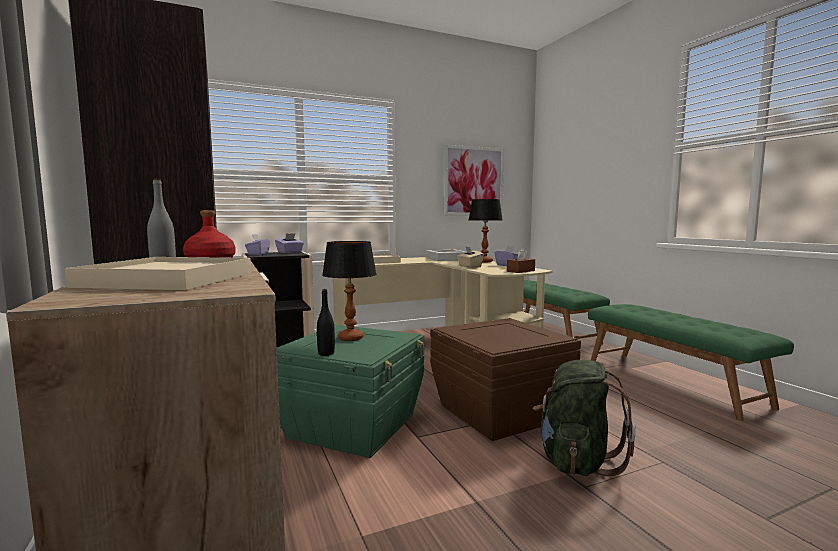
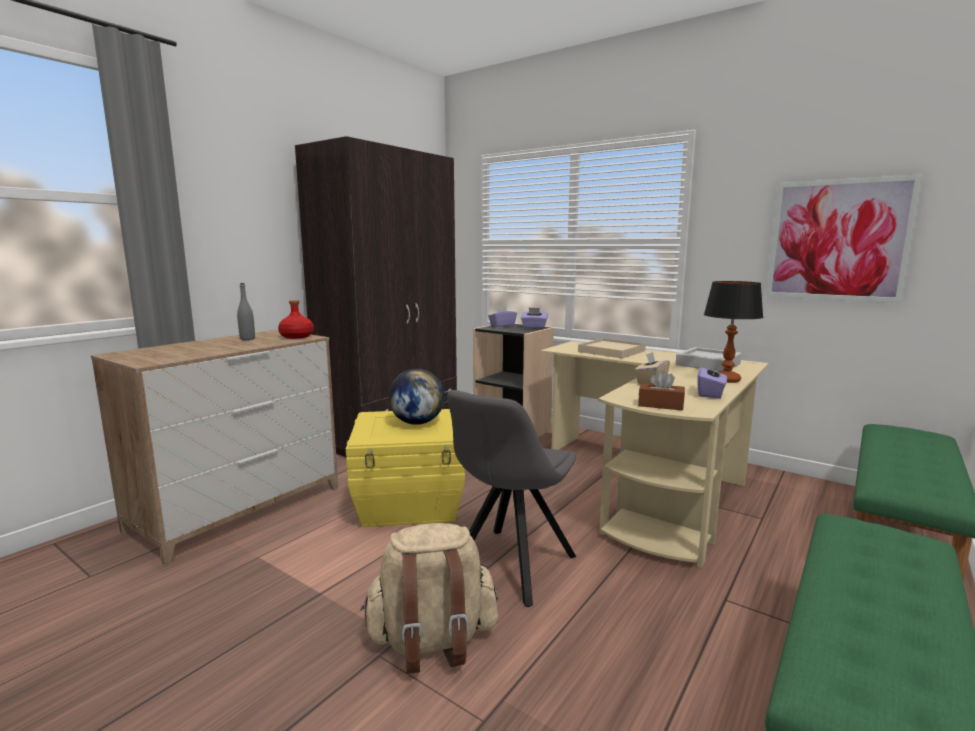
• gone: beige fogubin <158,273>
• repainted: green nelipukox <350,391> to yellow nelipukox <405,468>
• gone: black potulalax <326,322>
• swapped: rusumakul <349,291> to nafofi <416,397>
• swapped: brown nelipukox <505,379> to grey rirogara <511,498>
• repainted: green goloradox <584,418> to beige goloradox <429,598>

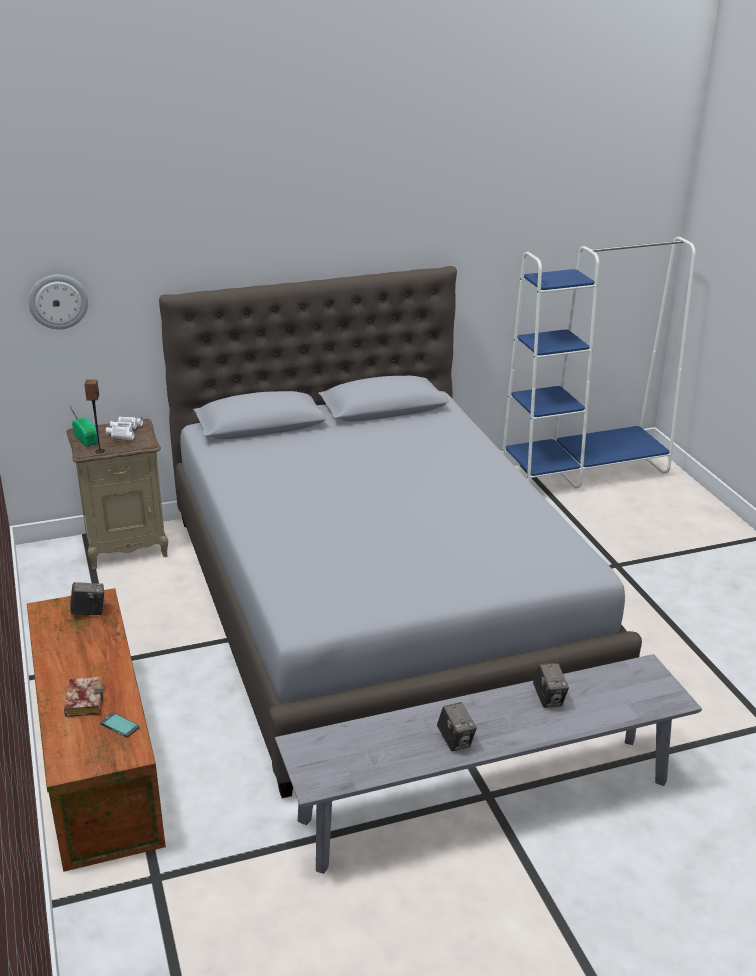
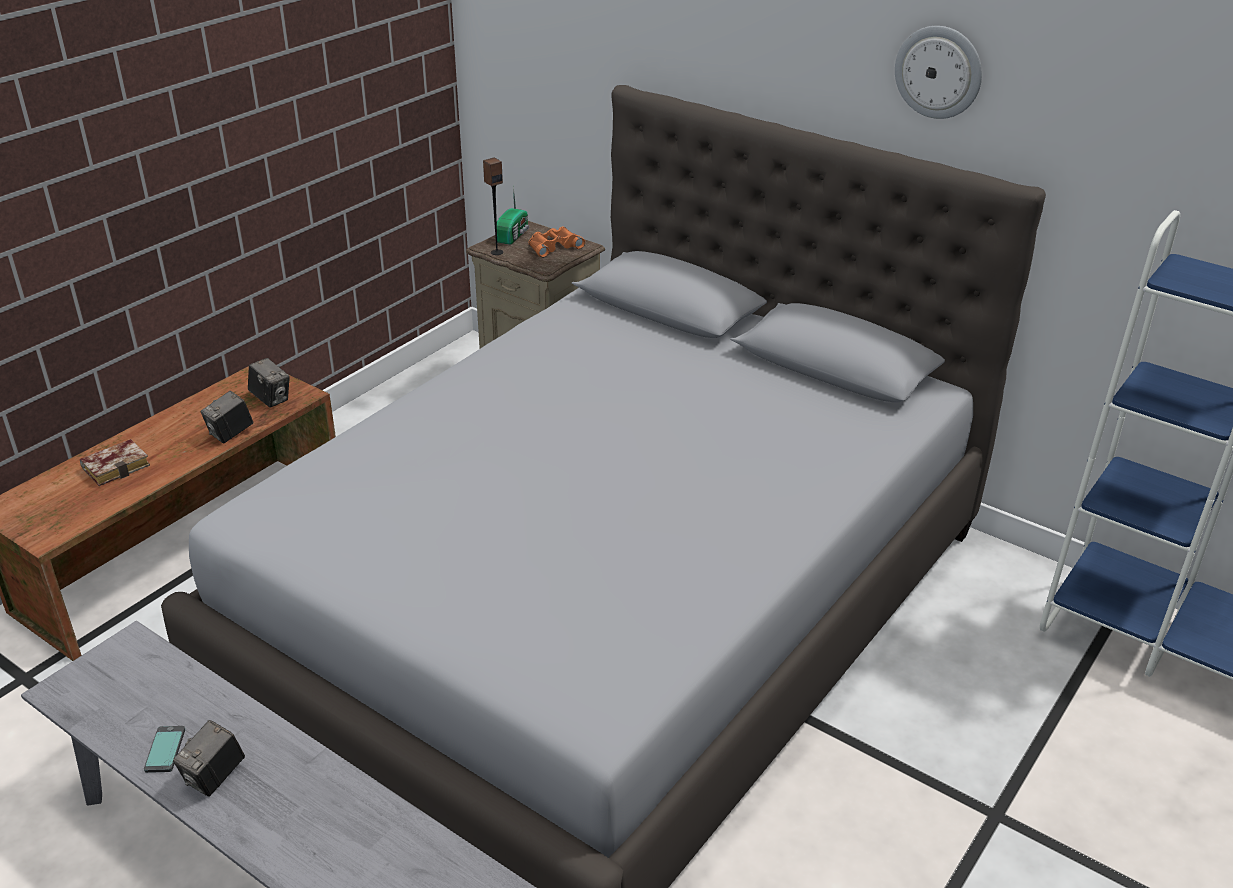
• shifted: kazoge <58,302> to <938,72>
• shifted: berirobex <120,725> to <164,749>
• repainted: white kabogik <124,428> to orange kabogik <557,242>
• shifted: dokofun <551,685> to <226,417>

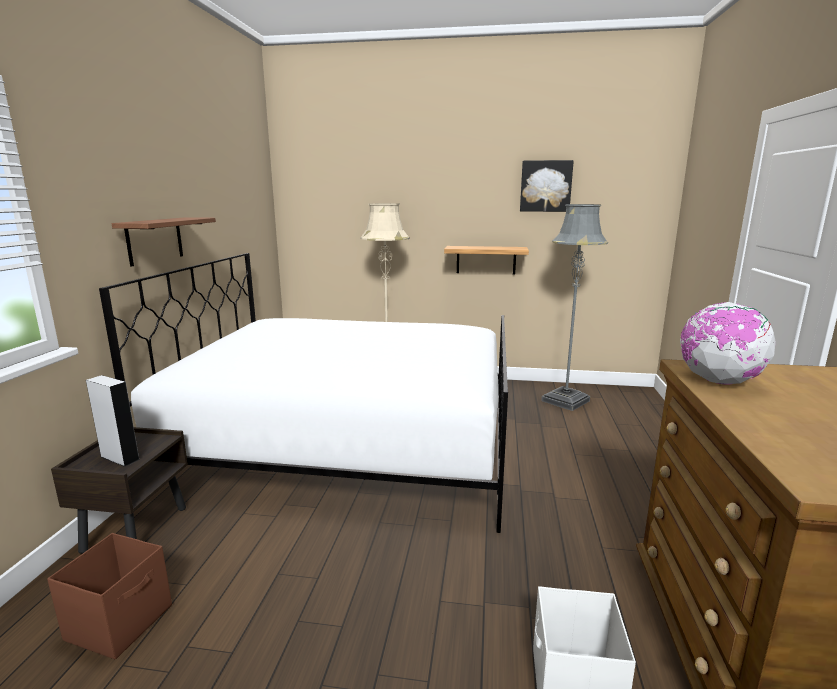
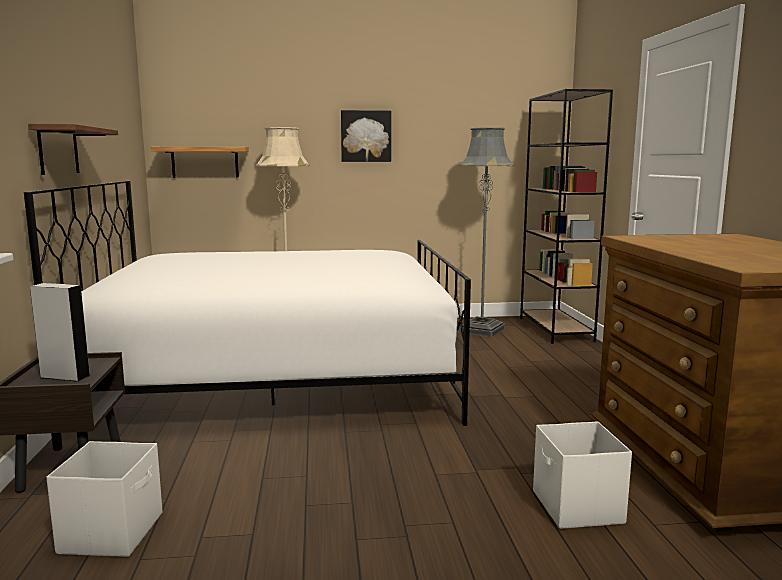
• repainted: brown nelipukox <109,596> to white nelipukox <104,499>
• shifted: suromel <486,260> to <200,162>
• shifted: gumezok <547,186> to <366,136>
• gone: nafofi <728,343>
• new: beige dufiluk <566,216>

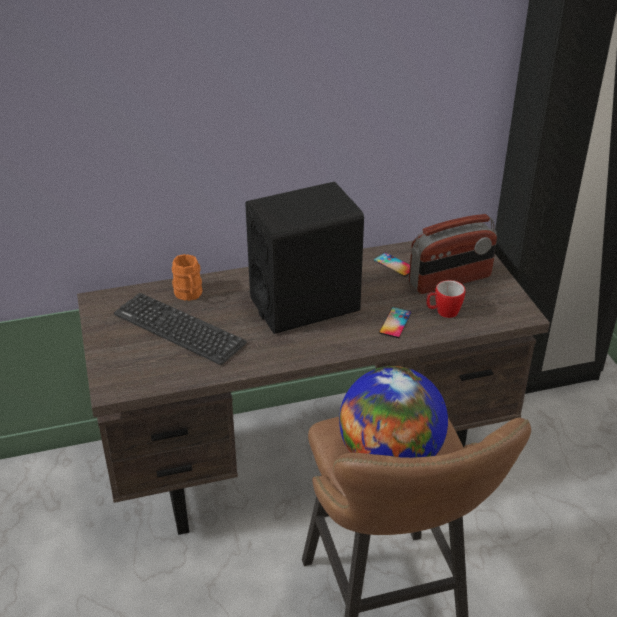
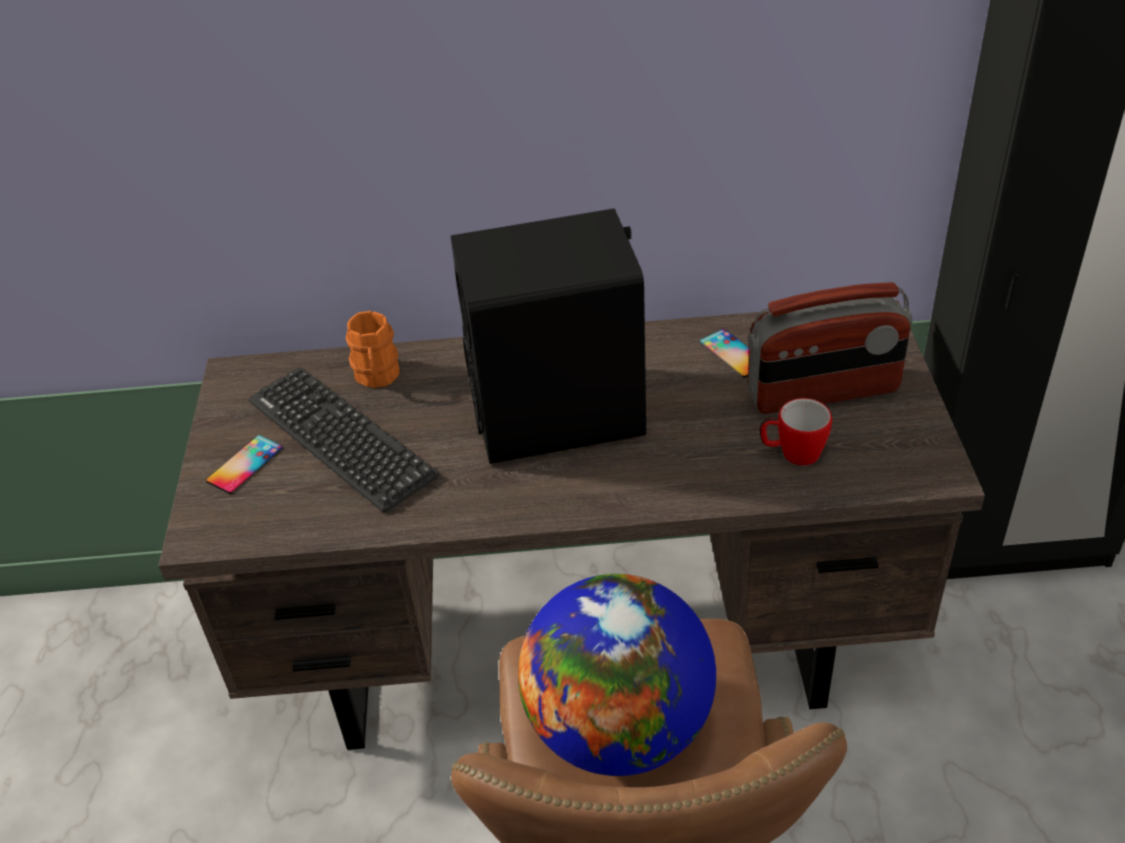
• shifted: berirobex <395,322> to <244,464>

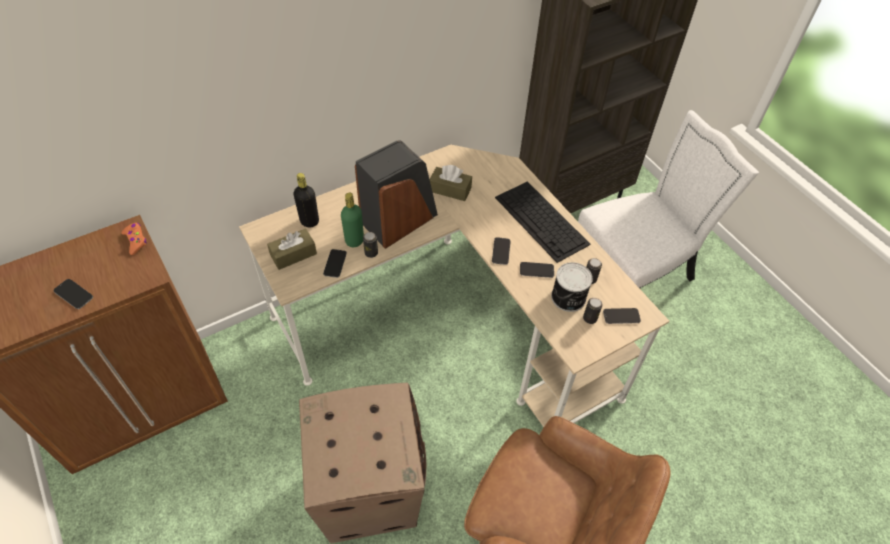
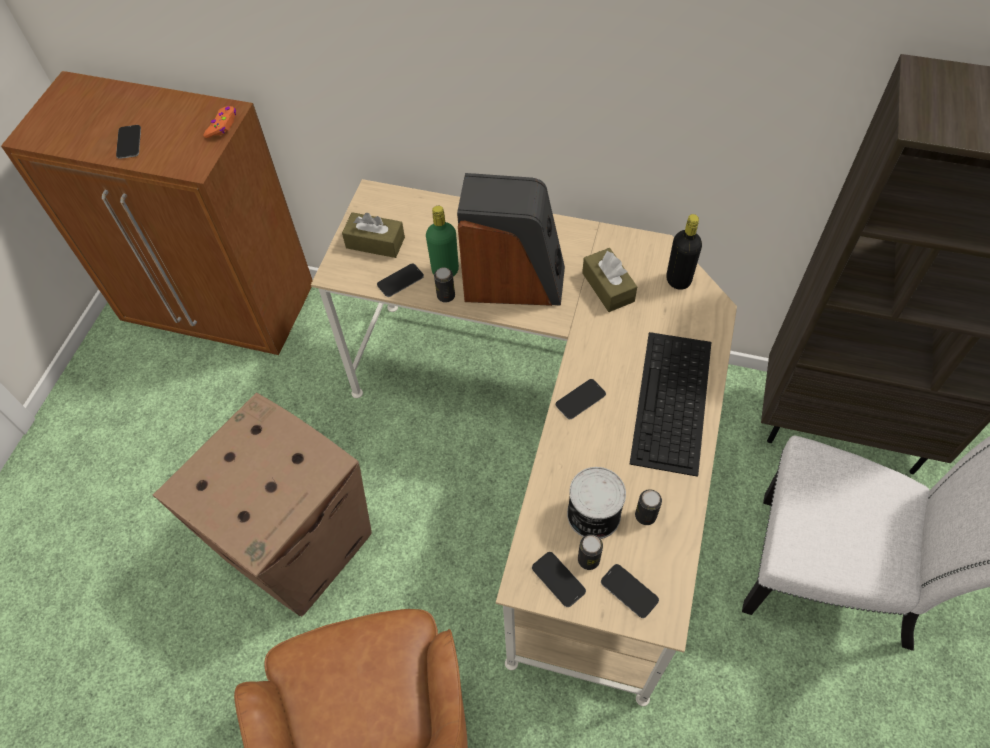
• shifted: black potulalax <306,200> to <684,252>
• shifted: berirobex <537,270> to <559,579>

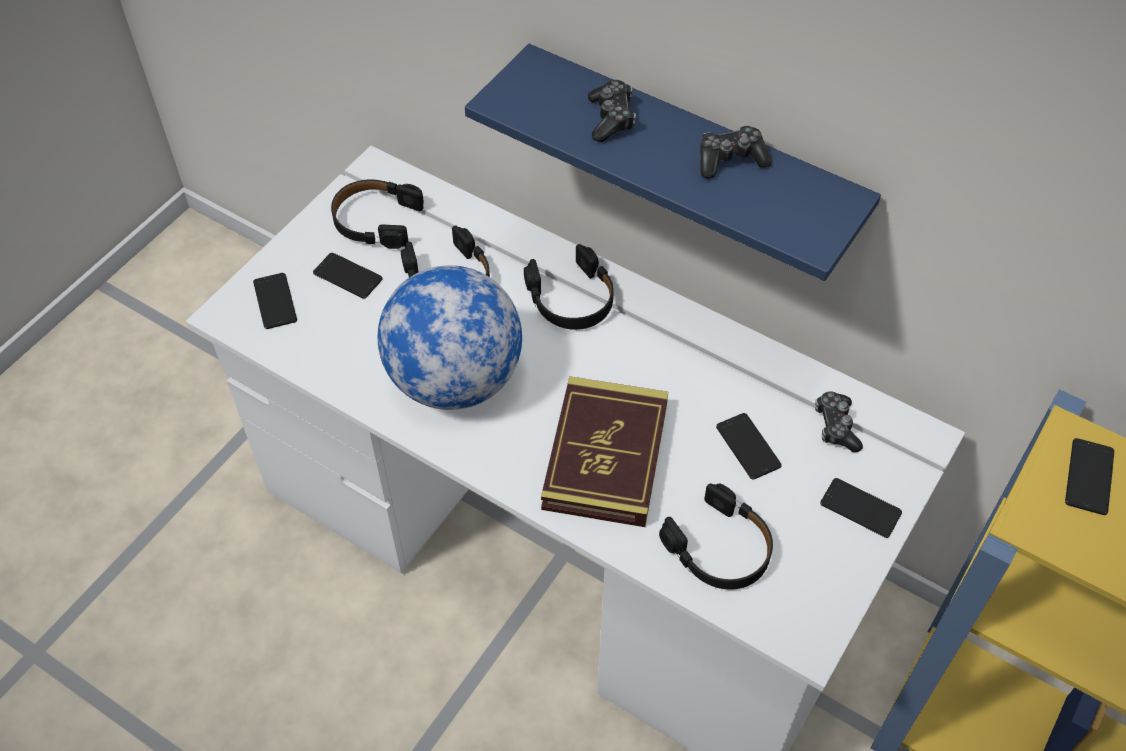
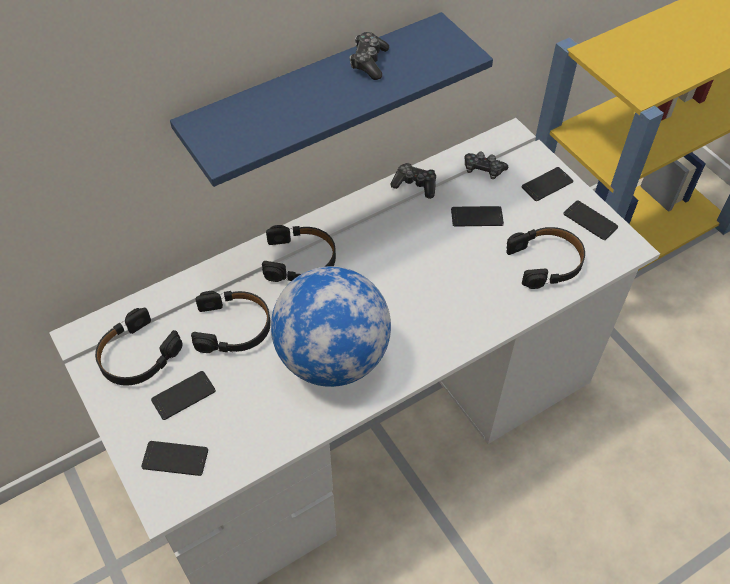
• gone: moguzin <604,451>
• shifted: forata <612,111> to <413,181>
• shifted: berirobex <1089,476> to <590,220>

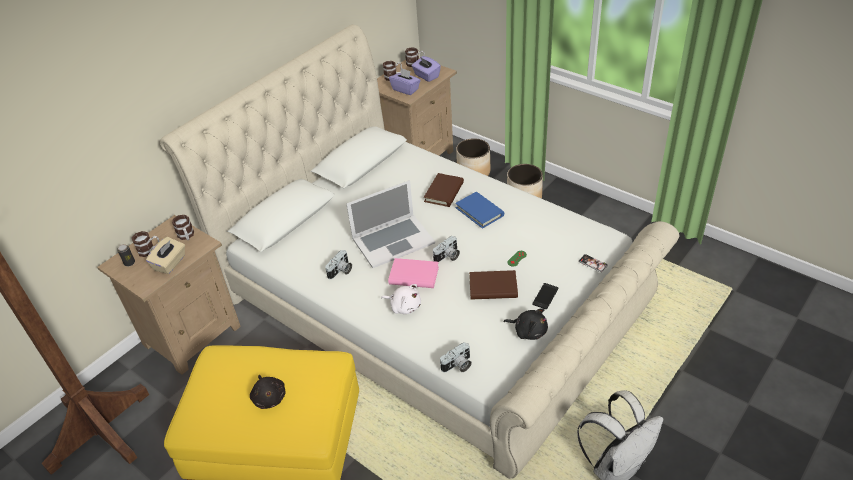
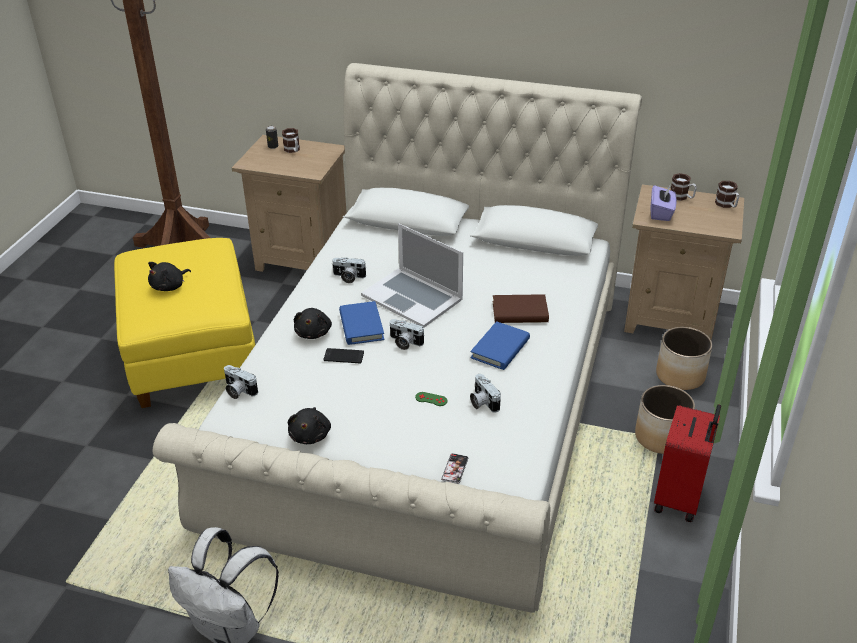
• gone: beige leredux <165,255>
• gone: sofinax <183,227>
• repainted: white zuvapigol <401,299> to black zuvapigol <313,323>
• repainted: pink moguzin <413,273> to blue moguzin <362,323>
• gone: purple leredux <426,69>
• gone: brown moguzin <493,284>
• shifted: berirobex <545,296> to <343,356>
• new: dokofun <485,393>
• new: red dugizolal <687,463>

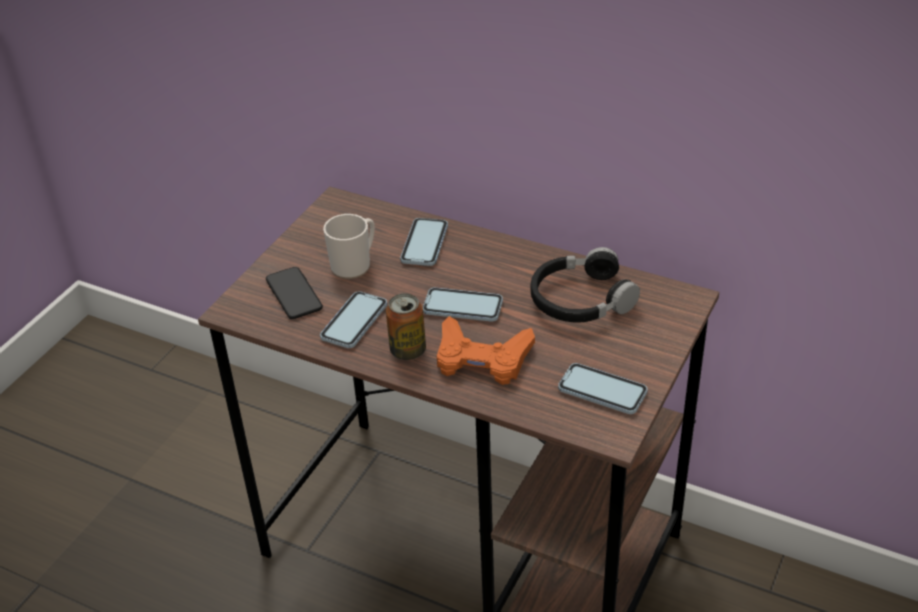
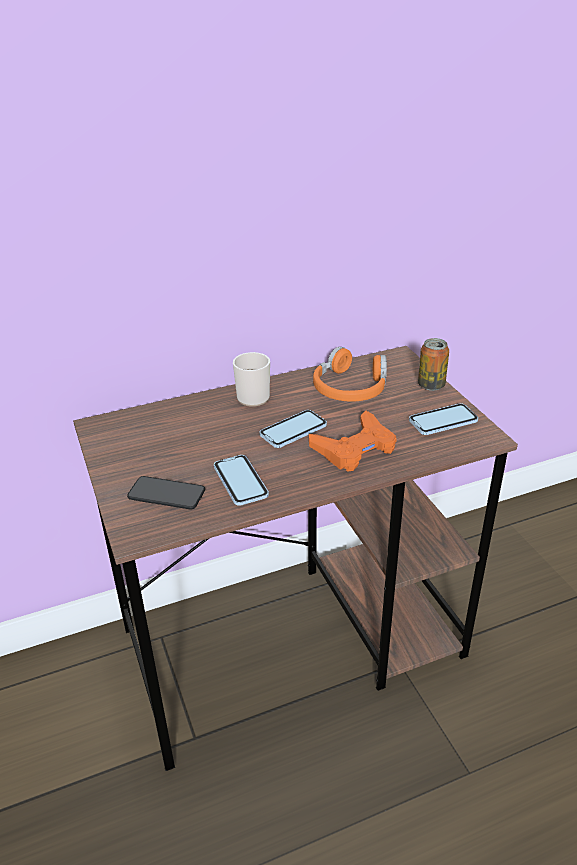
• shifted: sofinax <349,246> to <251,379>
• shifted: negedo <406,326> to <433,364>
• gone: berirobex <424,242>
• repainted: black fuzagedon <585,284> to orange fuzagedon <350,374>

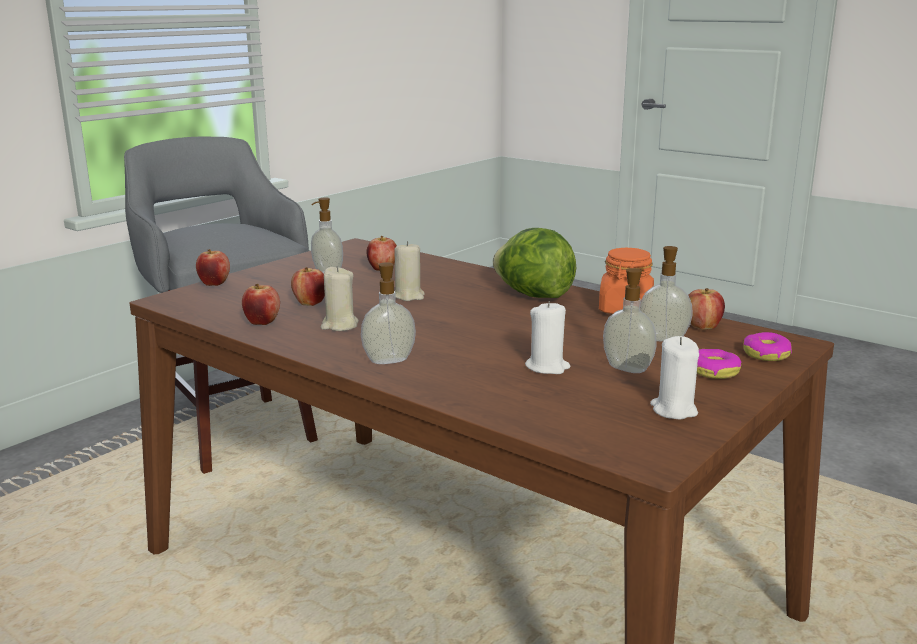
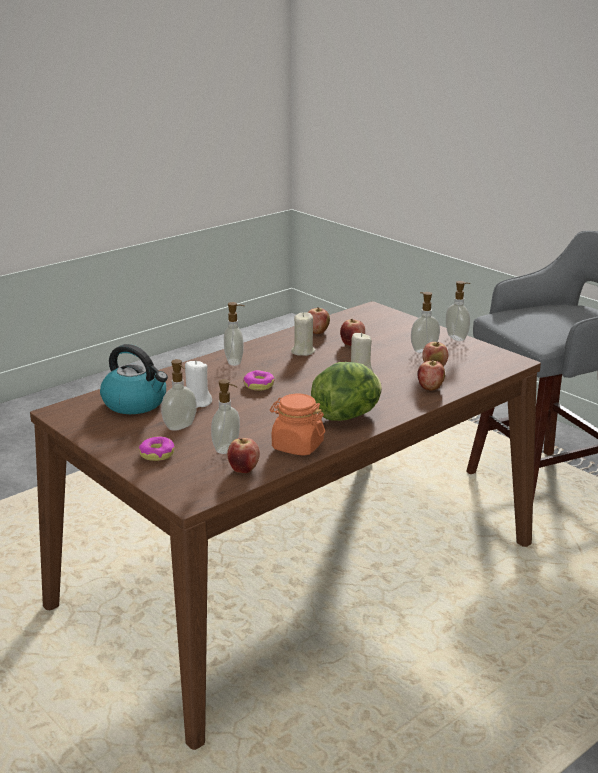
• shifted: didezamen <213,267> to <431,375>
• gone: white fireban <674,378>
• shifted: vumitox <767,346> to <259,380>
• new: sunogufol <134,379>
• new: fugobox <458,311>

